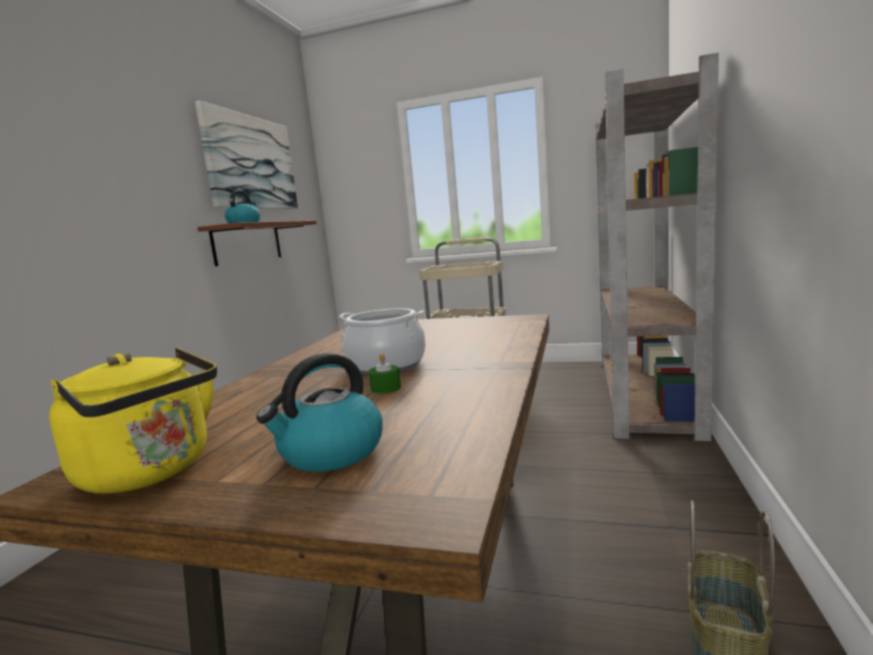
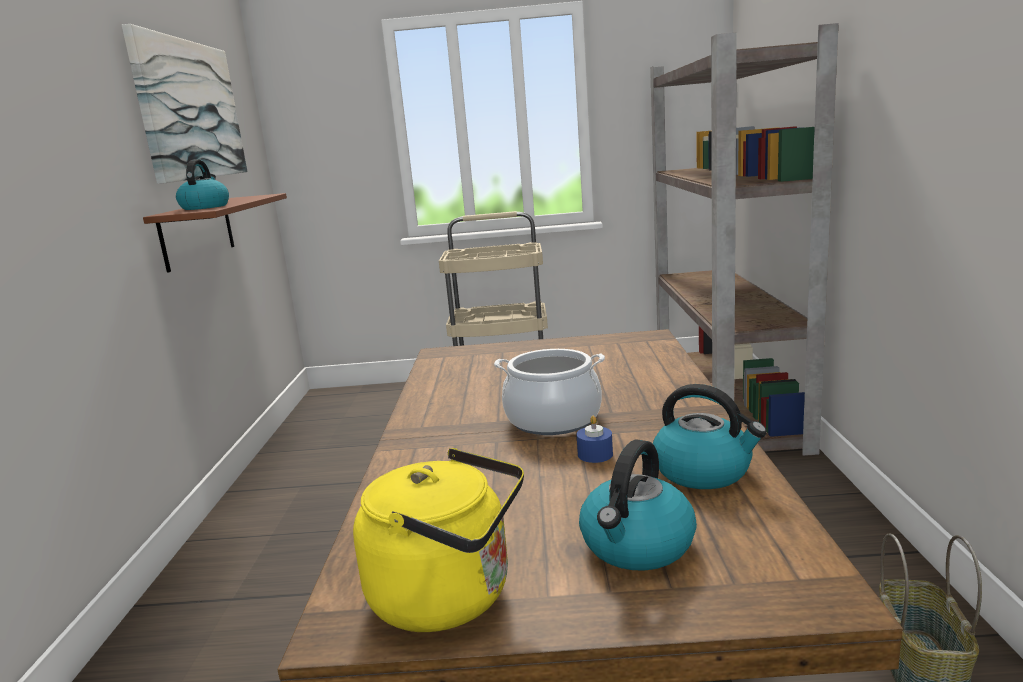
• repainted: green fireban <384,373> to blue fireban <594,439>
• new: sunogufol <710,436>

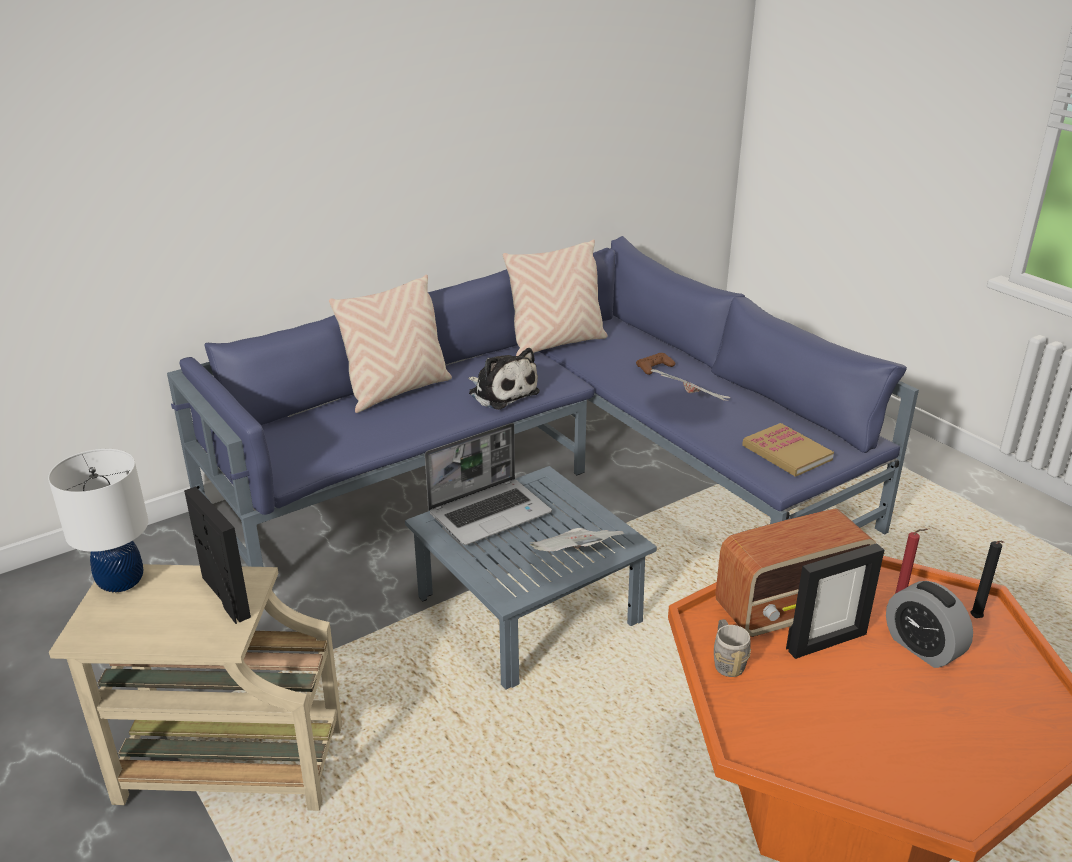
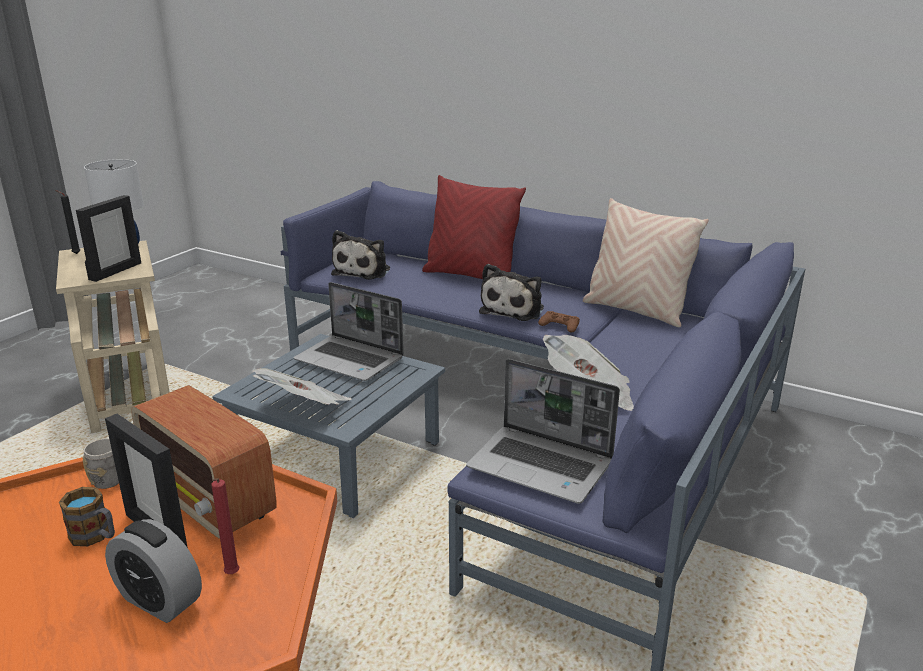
• repainted: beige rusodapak <390,344> to red rusodapak <474,227>
• shifted: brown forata <655,364> to <559,322>
• swapped: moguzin <788,450> to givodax <543,431>
• rotated: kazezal <929,624> = <153,571> 90 degrees counterclockwise
• shifted: black fireban <987,579> to <67,222>
• new: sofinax <87,516>
• new: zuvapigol <360,255>

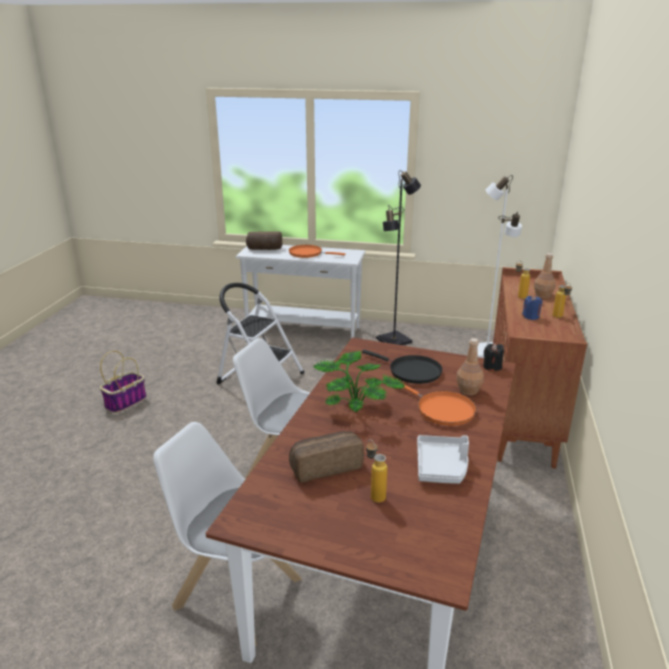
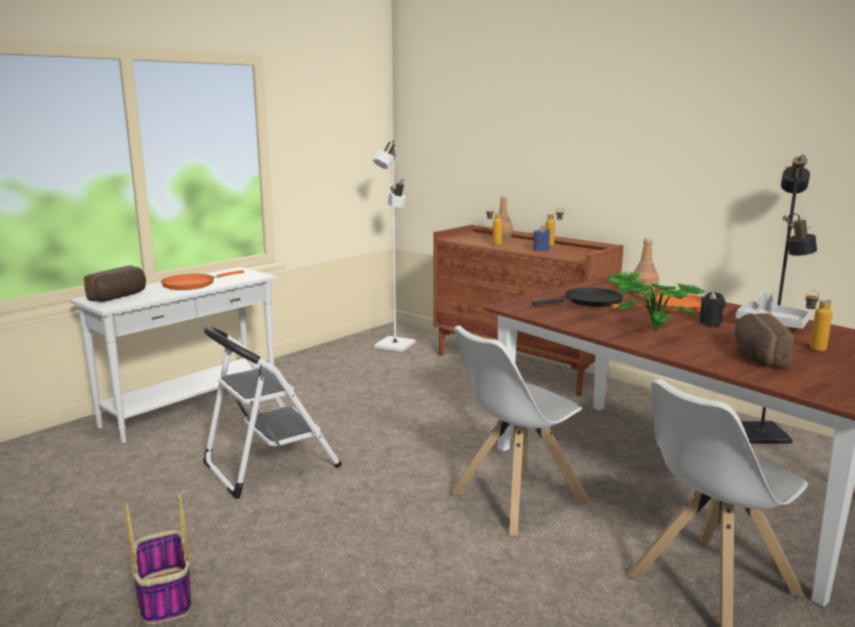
• shifted: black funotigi <398,257> to <779,299>
• shifted: black fireban <493,357> to <712,309>

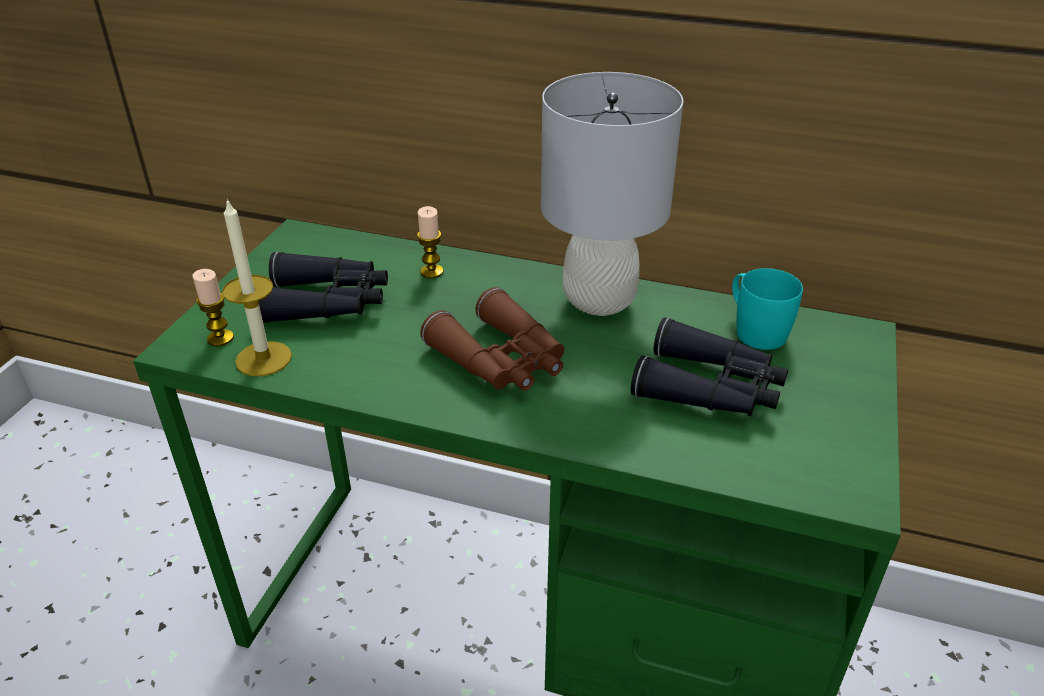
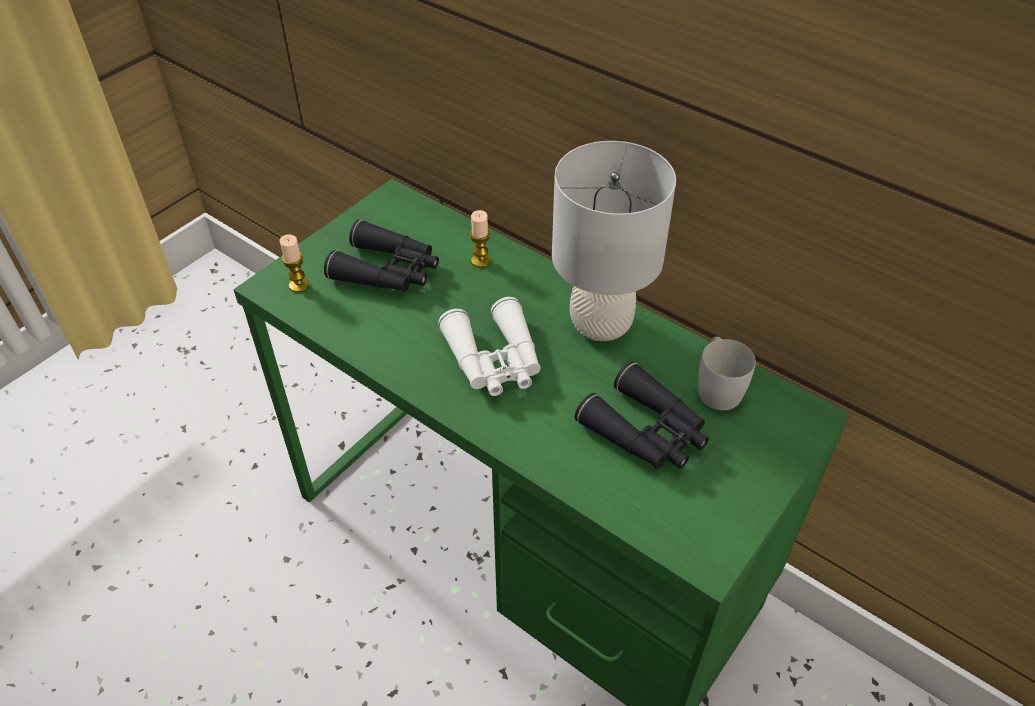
• gone: fireban <257,287>
• repainted: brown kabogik <492,339> to white kabogik <489,346>
• repainted: turquoise sofinax <767,309> to white sofinax <727,373>

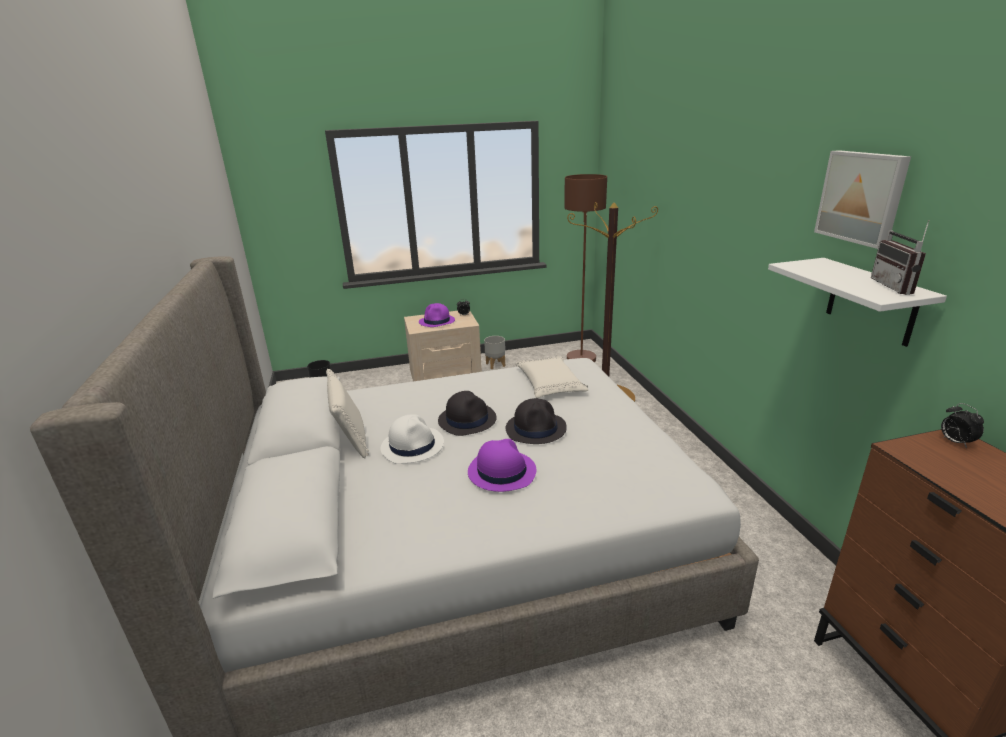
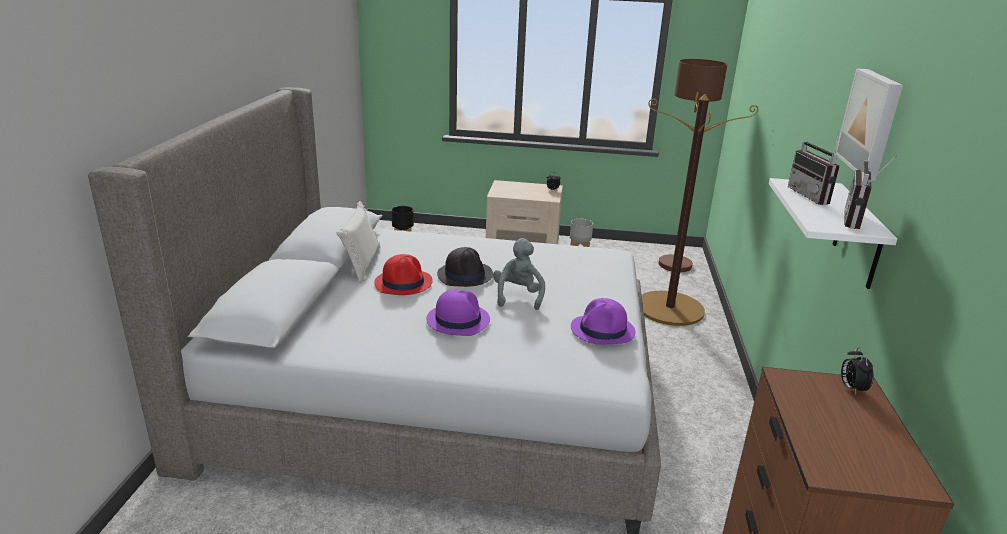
• repainted: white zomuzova <412,439> to red zomuzova <403,274>
• shifted: purple zomuzova <437,315> to <603,321>
• swapped: black zomuzova <536,421> to grey zuvapigol <519,274>
• gone: white rusodapak <551,377>
• new: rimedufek <814,168>

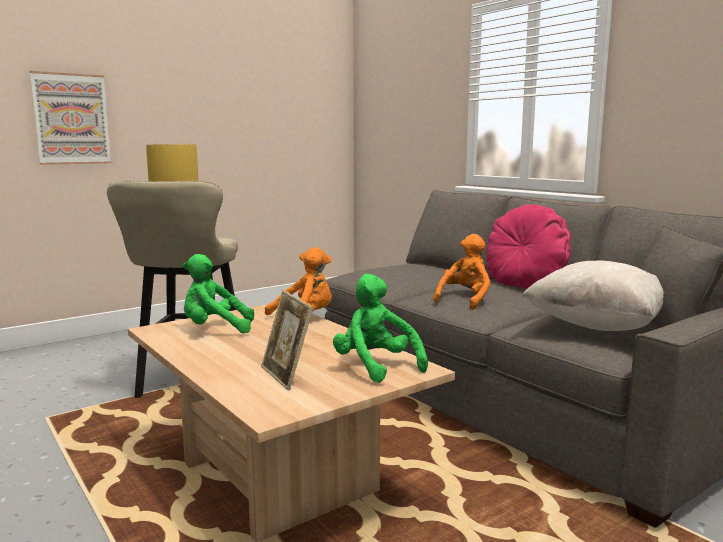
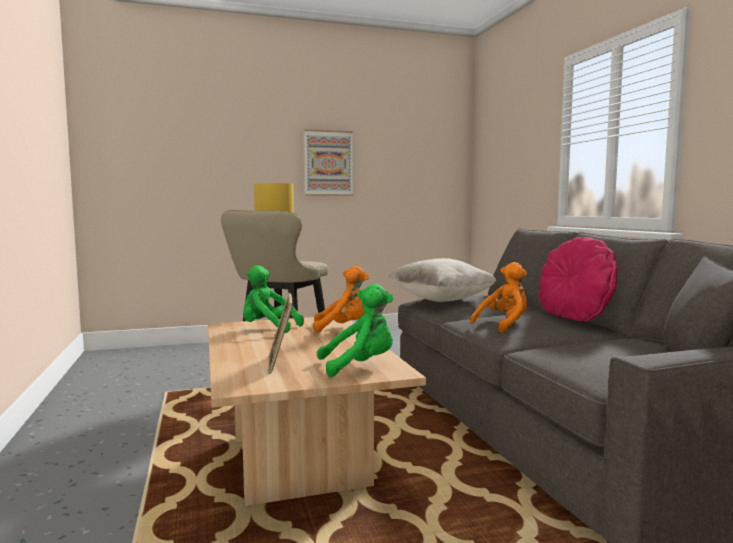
• shifted: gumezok <70,118> to <328,162>
• rotated: green zuvapigol <380,328> = <355,330> 90 degrees clockwise
• shifted: beige rusodapak <593,295> to <442,280>

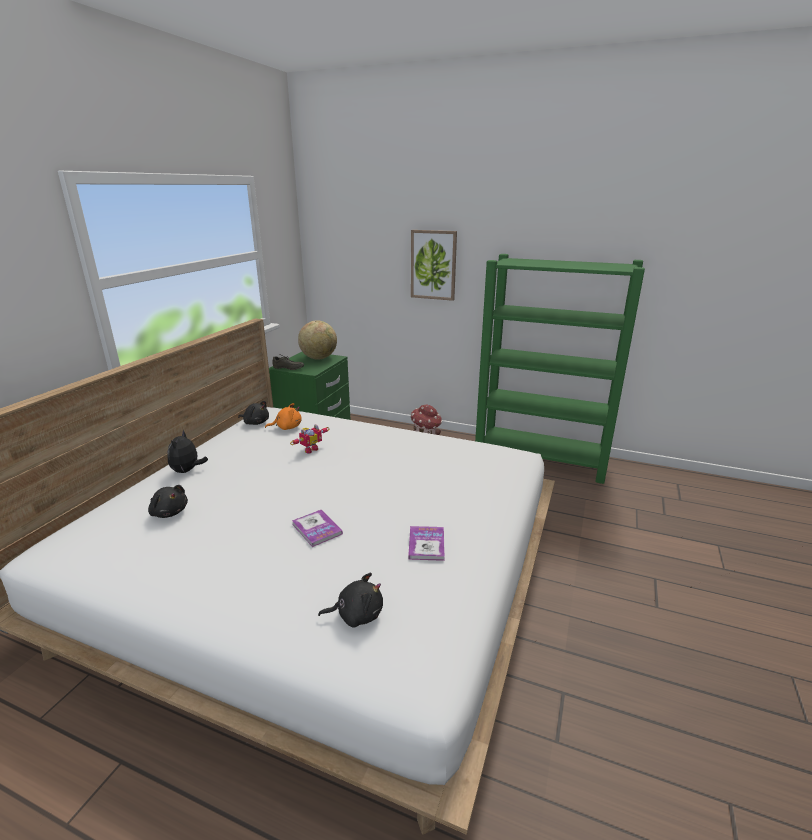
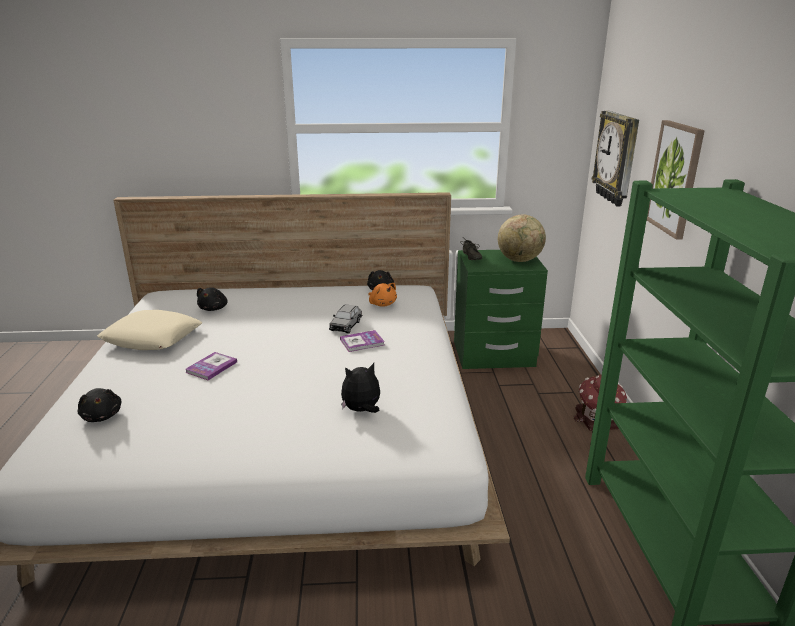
• shifted: zuvapigol <187,451> to <360,388>
• swapped: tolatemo <310,439> to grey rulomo <345,318>
• shifted: moguzin <426,543> to <362,341>
• new: beige rusodapak <149,330>
• new: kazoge <615,158>

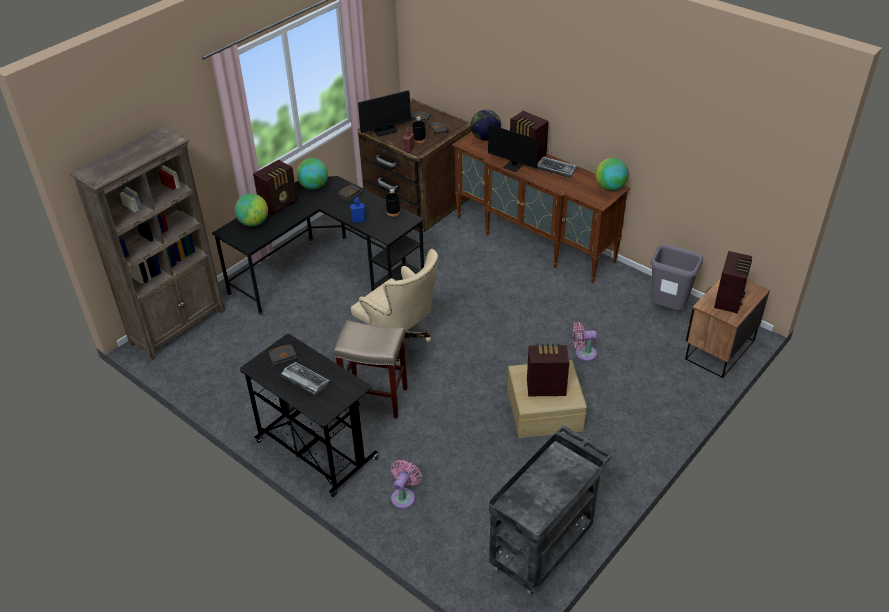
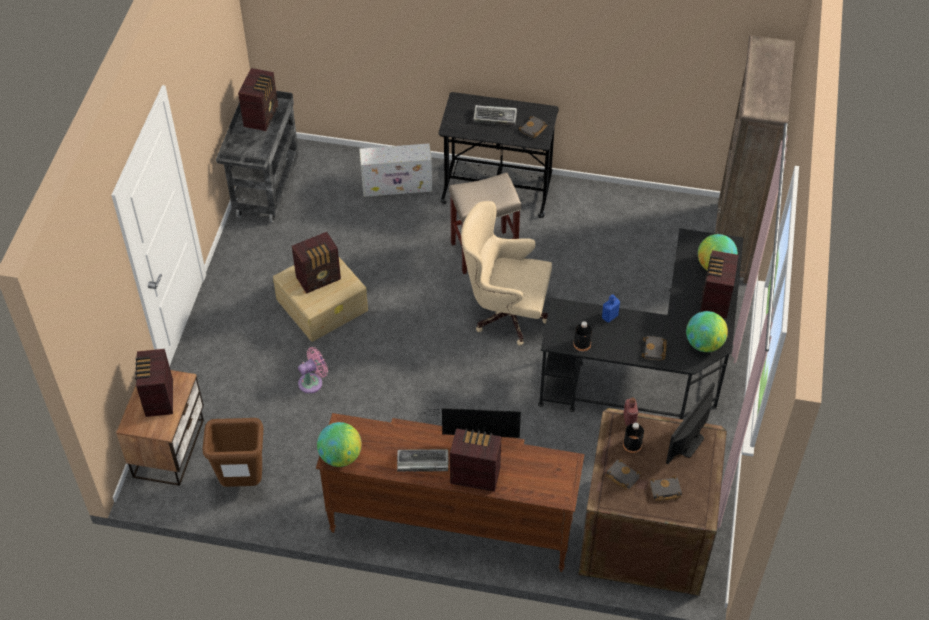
• swapped: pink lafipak <406,484> to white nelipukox <396,170>
• gone: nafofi <486,125>
• repainted: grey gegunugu <677,277> to brown gegunugu <233,452>
• new: rimedufek <258,99>

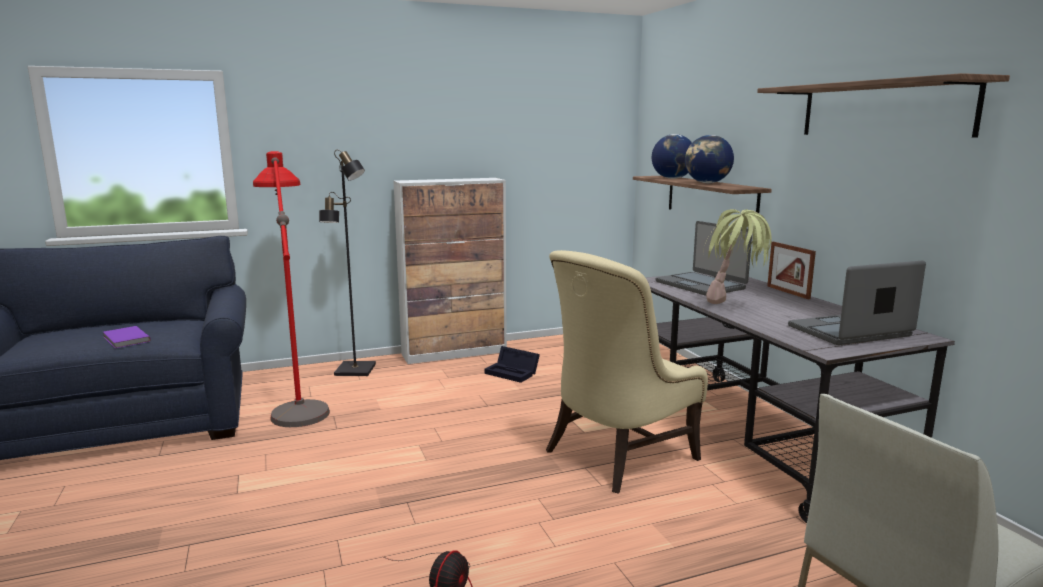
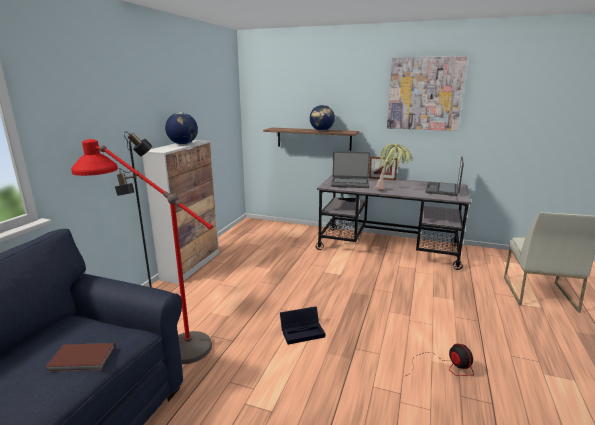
• repainted: purple moguzin <127,337> to brown moguzin <80,357>
• shifted: black nelipukox <512,364> to <302,325>
• gone: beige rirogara <627,372>
• shifted: nafofi <672,156> to <181,128>
• swapped: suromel <883,105> to gumezok <427,93>

